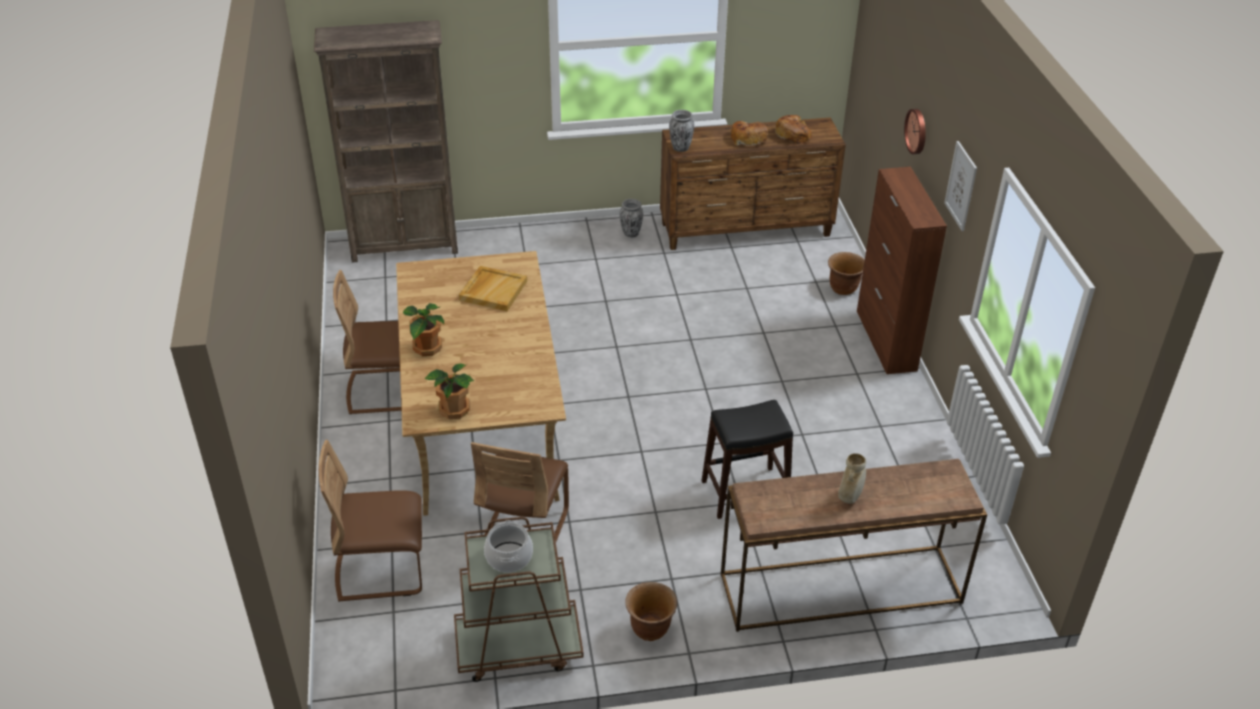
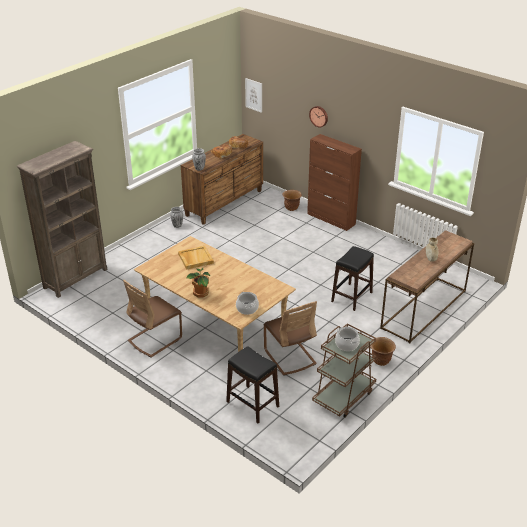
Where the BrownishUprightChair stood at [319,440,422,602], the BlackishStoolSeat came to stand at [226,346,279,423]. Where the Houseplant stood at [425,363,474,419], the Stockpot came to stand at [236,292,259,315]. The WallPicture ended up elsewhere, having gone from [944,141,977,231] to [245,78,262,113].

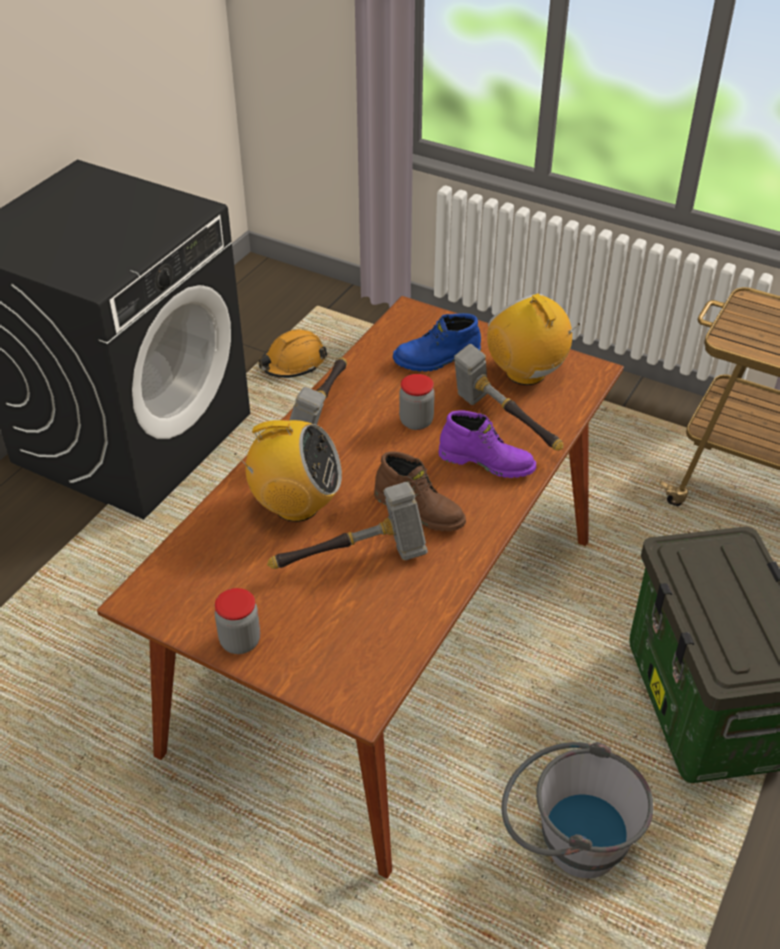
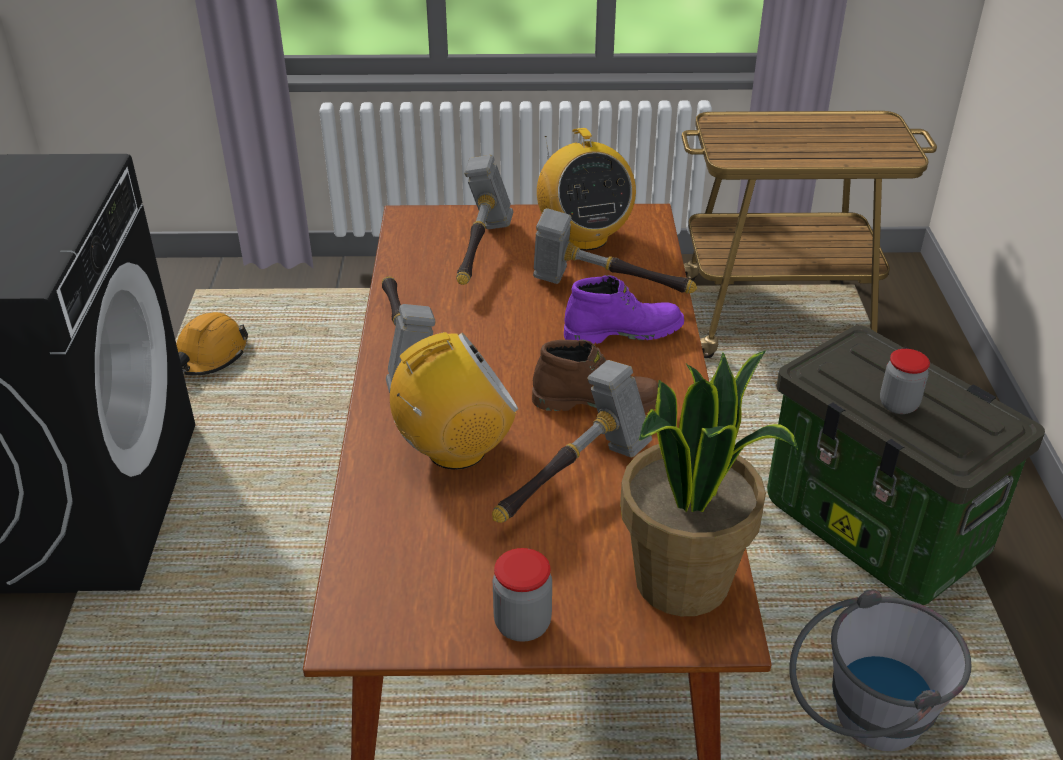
Where the BlueHighTopBoot stood at [393,313,481,372], the Hammer came to stand at [456,155,514,285]. The RadioSet at [487,294,580,385] ended up facing another way, 135 degrees counterclockwise from before. The second view gained the Houseplant at [620,350,798,616]. The StorageJar ended up elsewhere, having gone from [399,374,435,430] to [880,349,930,414].

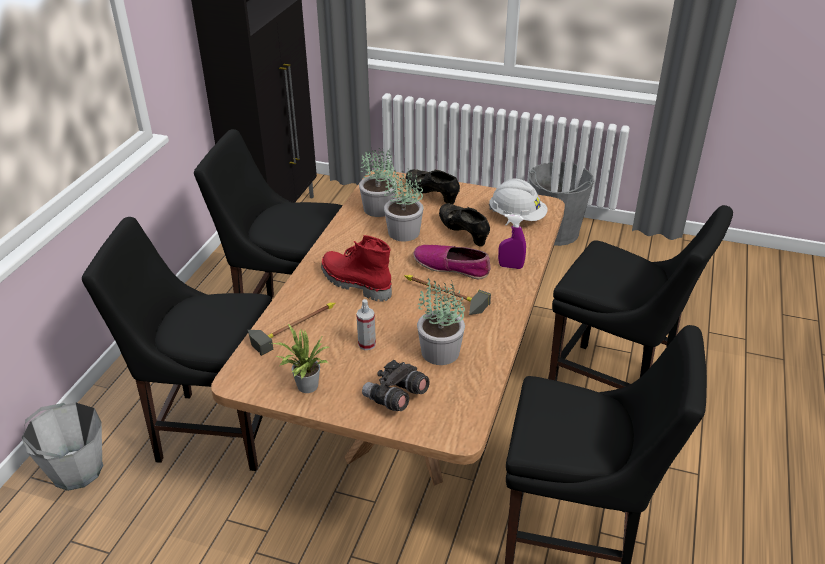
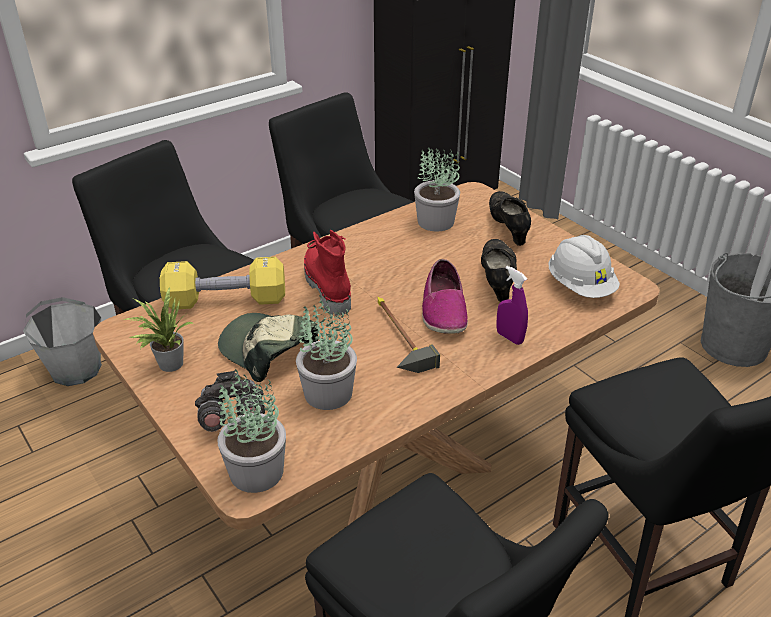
Where the Hammer stood at [248,303,335,356], the YellowColouredHandWeight came to stand at [160,257,285,310]. Where the HandSprayer stood at [356,299,376,350], the Cap came to stand at [218,313,319,382]. The Houseplant ended up elsewhere, having gone from [384,168,423,241] to [218,369,286,493]. The LowShoe at [414,245,491,279] ended up facing another way, 150 degrees counterclockwise from before.

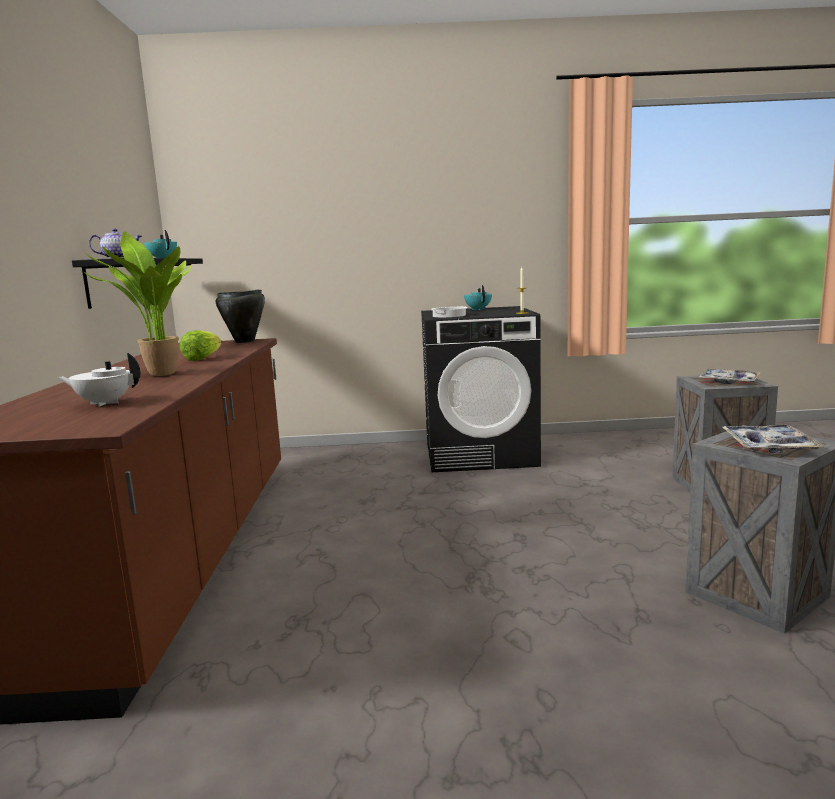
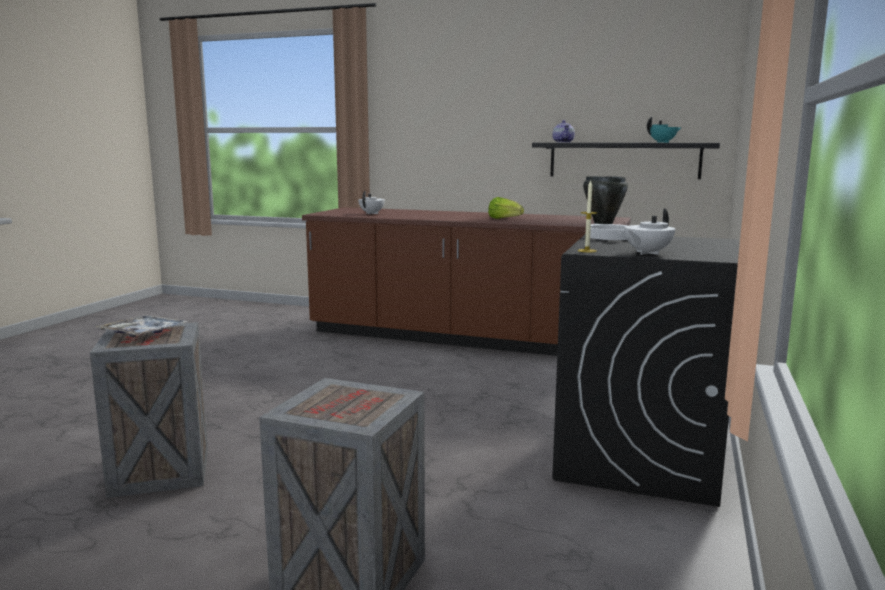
The second view gained the WhiteTeapot at [625,208,675,255]. The second view lost the Houseplant at [83,231,192,376]. The second view lost the BlueGreenTeapot at [464,285,492,310]. The second view lost the ServingTray at [699,369,760,384].

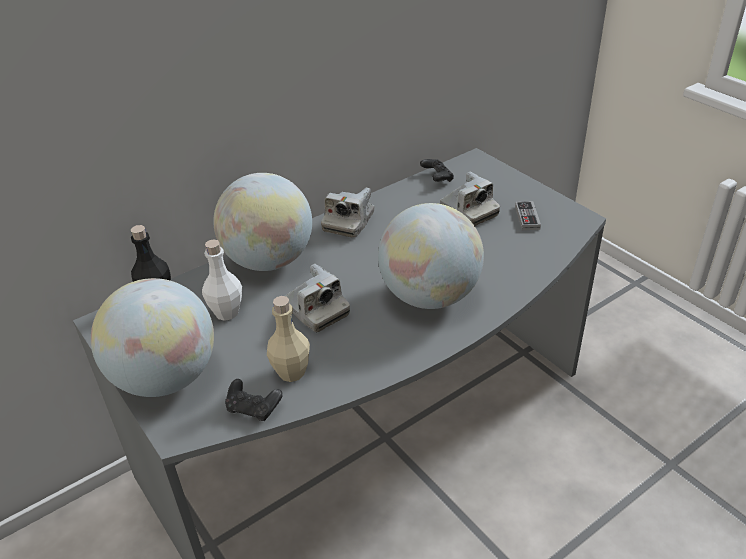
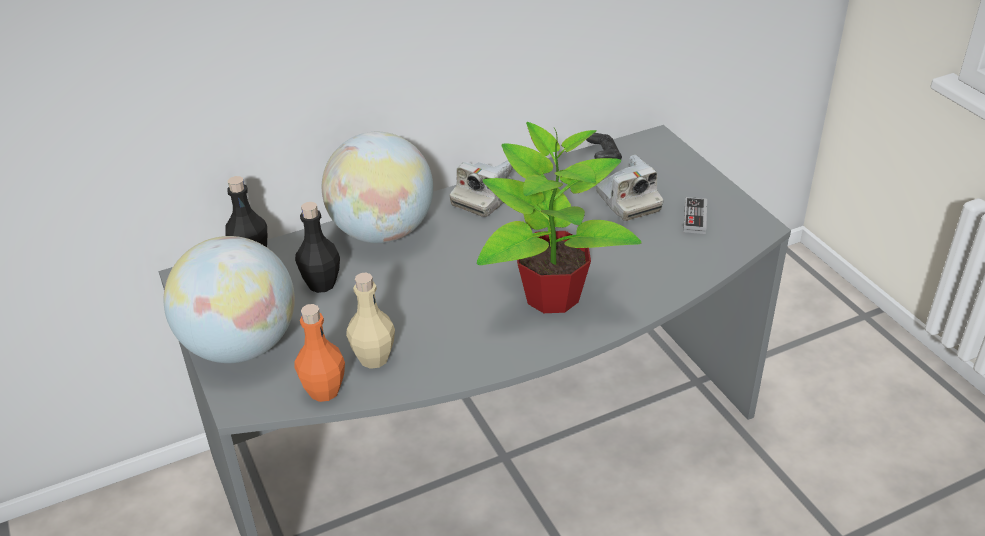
Where the BlackishGameController stood at [225,379,283,421], the OrangeyBottle came to stand at [294,304,345,402]. What was the WhiteBottle at [202,239,242,321] turned into the BlackishBottle at [295,202,340,293]. Where the Globe stood at [378,203,484,309], the Houseplant came to stand at [477,122,642,313]. The second view lost the PhotoCamera at [285,264,350,332].

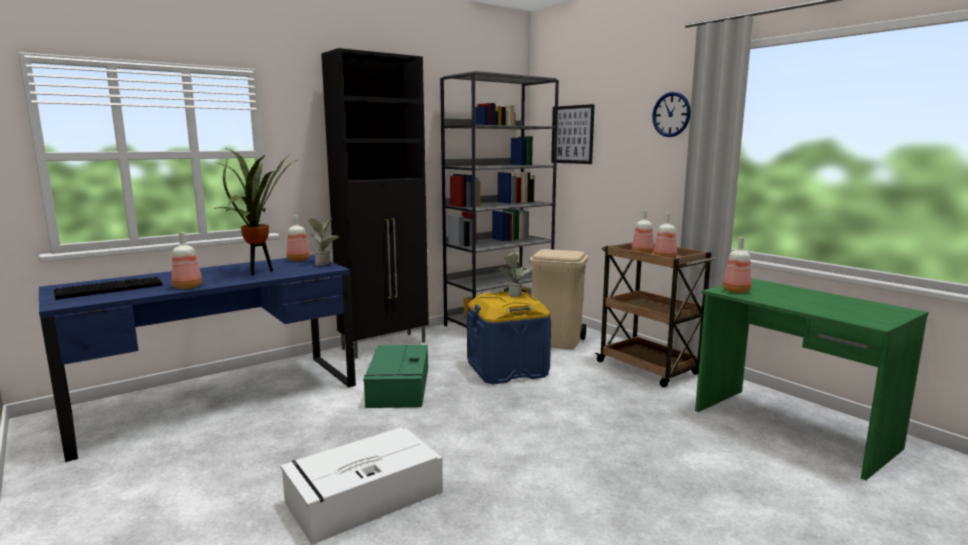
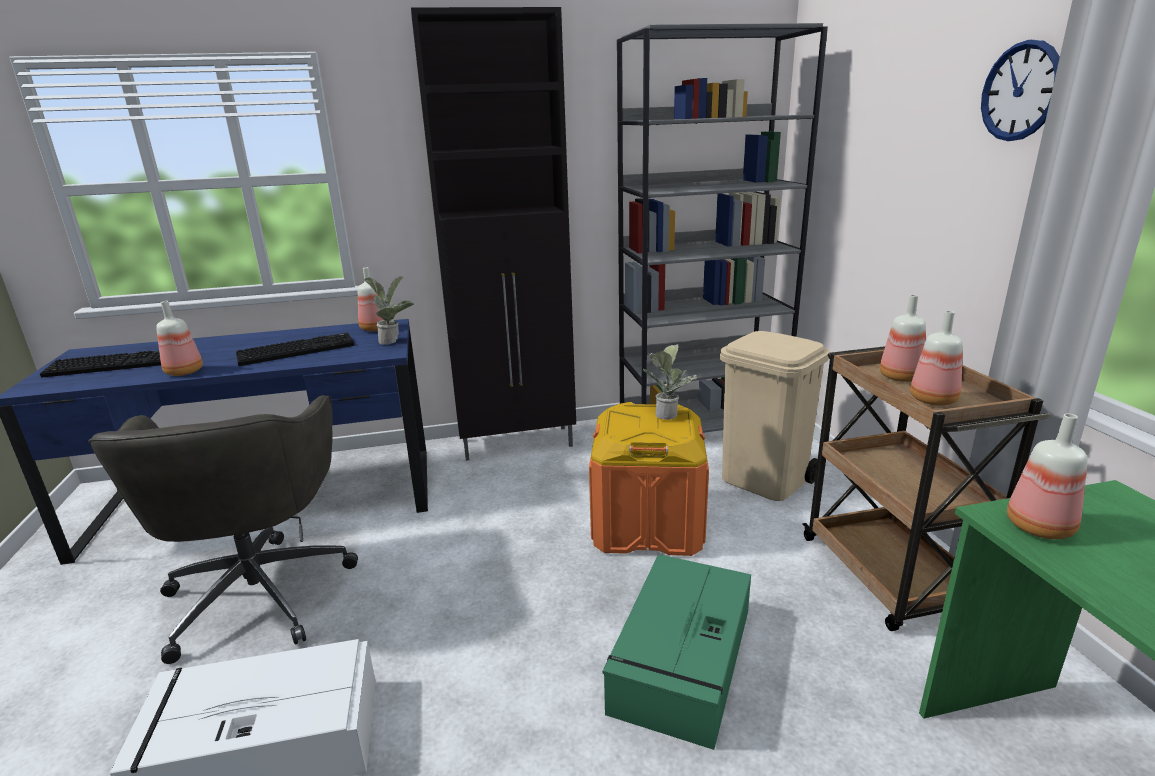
The second view gained the GrayOfficeChair at [88,395,358,664]. Where the Houseplant stood at [214,148,297,275], the PcKeyboard came to stand at [236,333,355,366]. What was the BlueStorageBox at [467,291,551,384] turned into the OrangeyStorageBox at [589,402,709,556]. The GreenishStorageBox ended up elsewhere, having gone from [363,345,428,408] to [602,555,751,750]. The second view lost the WallPicture at [551,104,595,164].

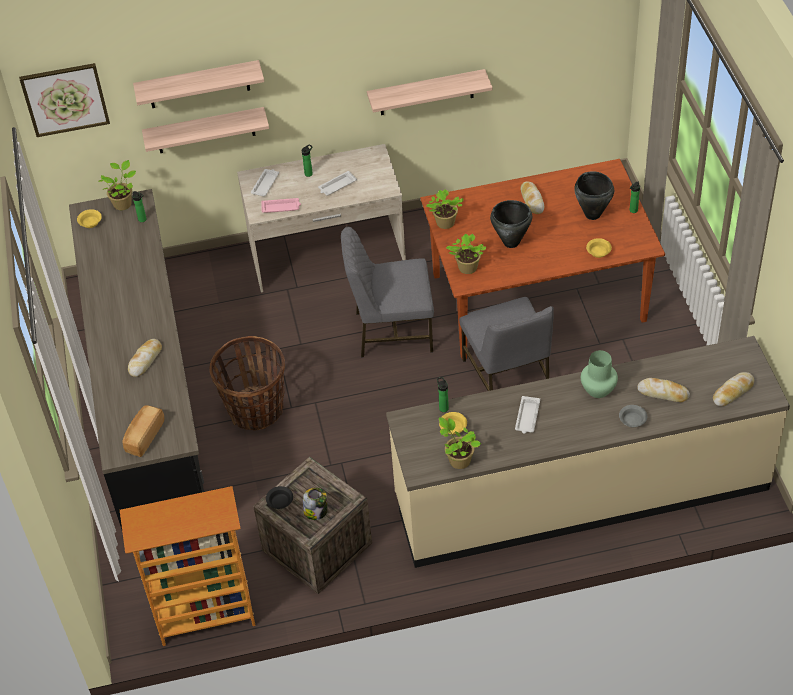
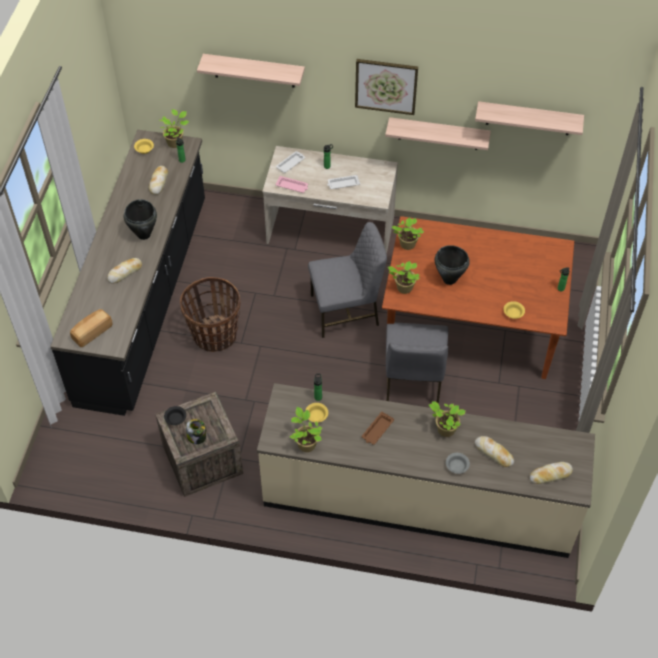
The BlackishStockpot ended up elsewhere, having gone from [574,171,614,220] to [124,199,157,240]. The BakedBread ended up elsewhere, having gone from [520,181,544,214] to [149,166,168,195]. The GrayUprightChair at [341,227,434,358] ended up facing another way, 150 degrees clockwise from before. The WallPicture ended up elsewhere, having gone from [19,63,110,137] to [355,59,418,115]. What was the WhiteServingTray at [515,396,540,434] turned into the BrownishServingTray at [362,412,394,445]. Where the GreenishVase stood at [581,350,618,398], the Houseplant came to stand at [429,402,466,437]. The Shelf ended up elsewhere, having gone from [142,107,269,153] to [475,101,584,135]. The second view lost the ShelvingUnit at [120,486,255,646].

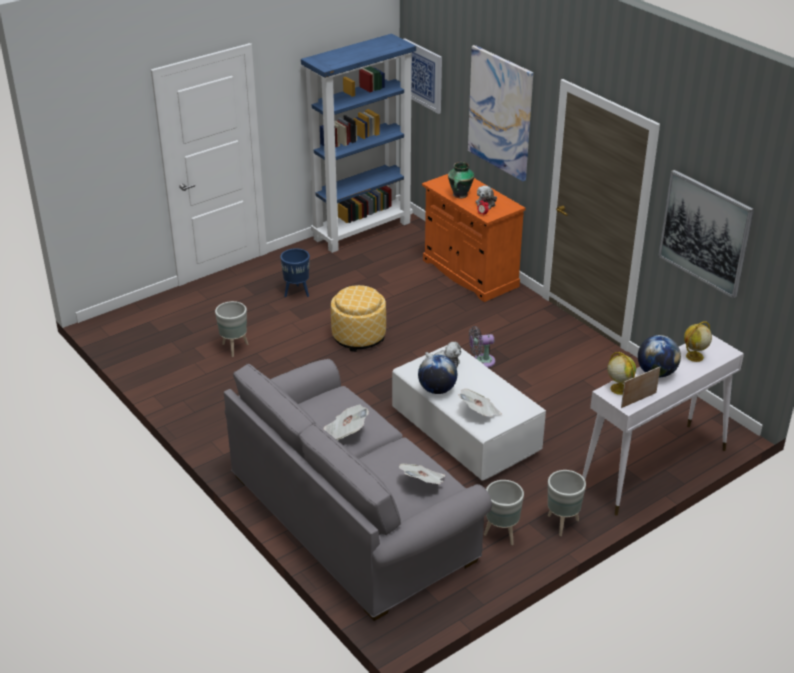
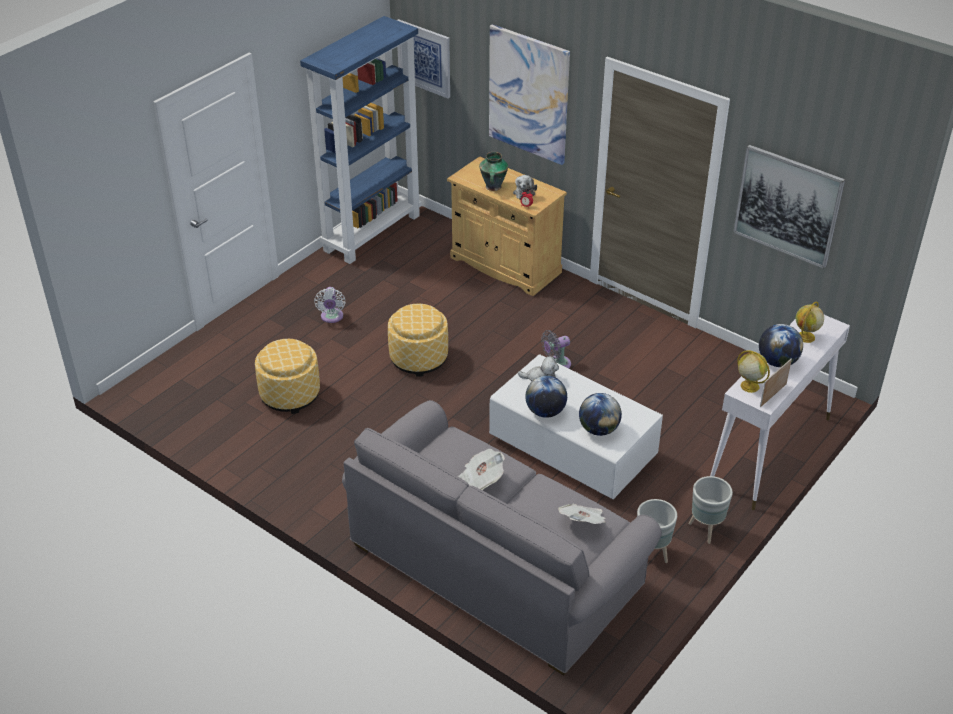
Where the GrayFlowerPot stood at [215,301,248,357], the Ottoman came to stand at [255,339,320,414]. Where the BlueFlowerPot stood at [280,248,310,297], the WhiteFan came to stand at [314,287,345,323]. What was the OrangeyStorageCabinet at [422,174,526,302] turned into the SandColouredStorageCabinet at [447,156,567,296]. Where the Newspaper stood at [458,389,502,417], the Globe came to stand at [579,393,622,436].

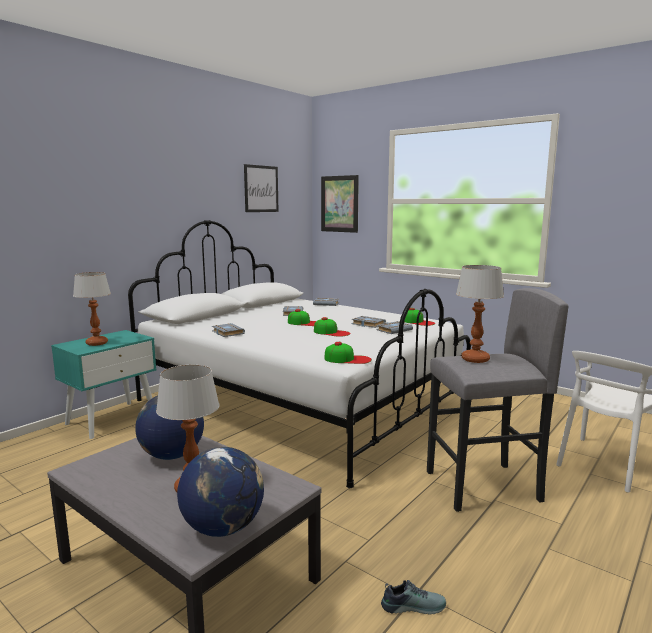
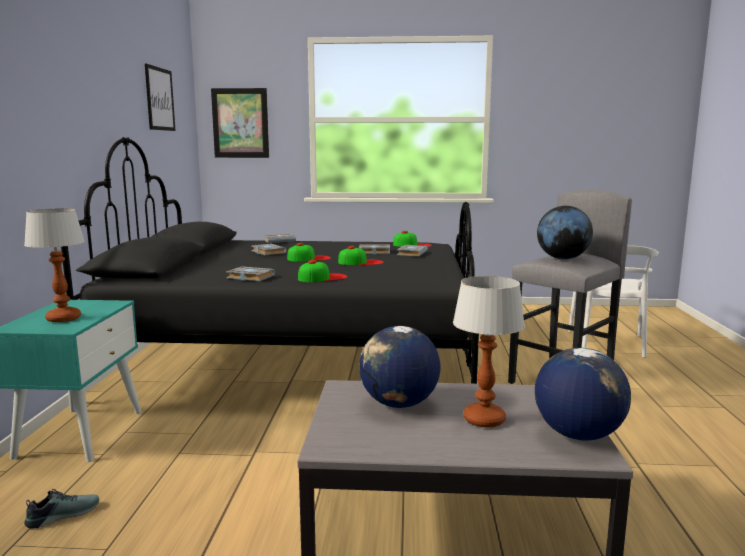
The LowShoe ended up elsewhere, having gone from [381,580,446,615] to [24,489,99,529]. What was the WhiteBed at [128,220,471,488] turned into the BlackishBed at [61,137,479,384]. The Cap ended up elsewhere, having gone from [325,342,372,364] to [298,260,347,282]. Where the LampForATable stood at [456,265,504,363], the Globe came to stand at [537,206,593,259].

